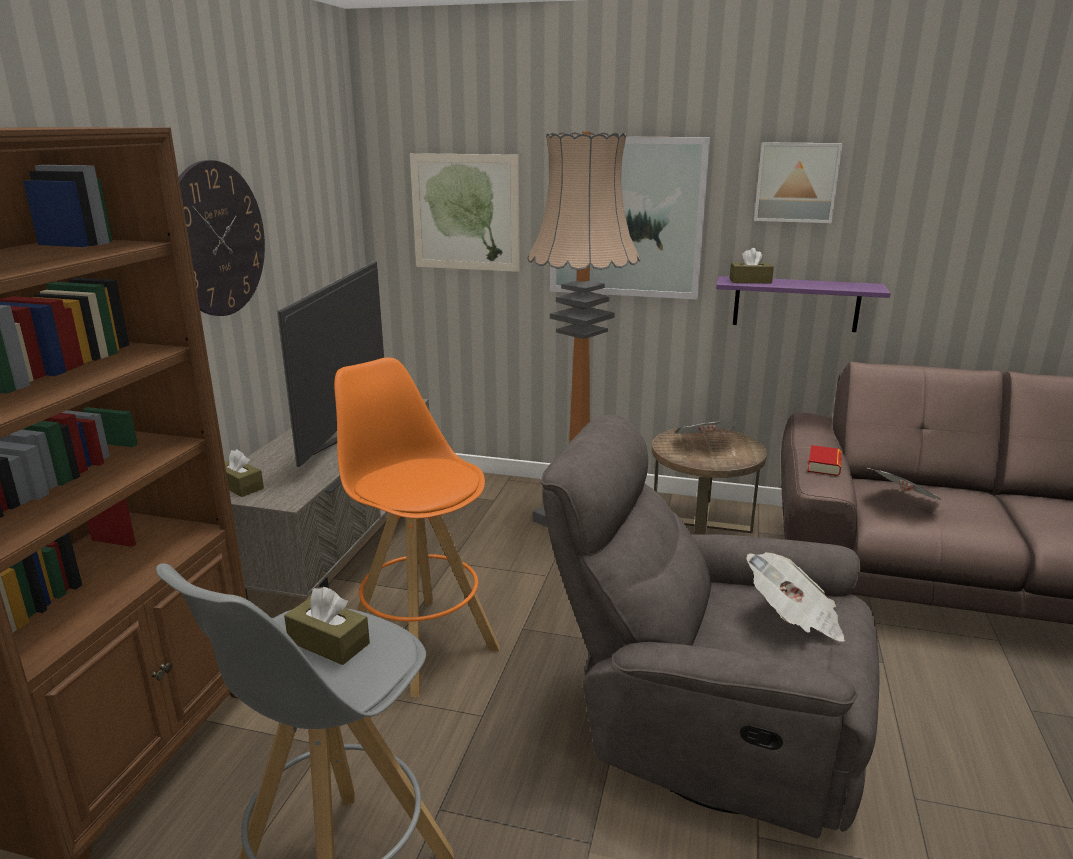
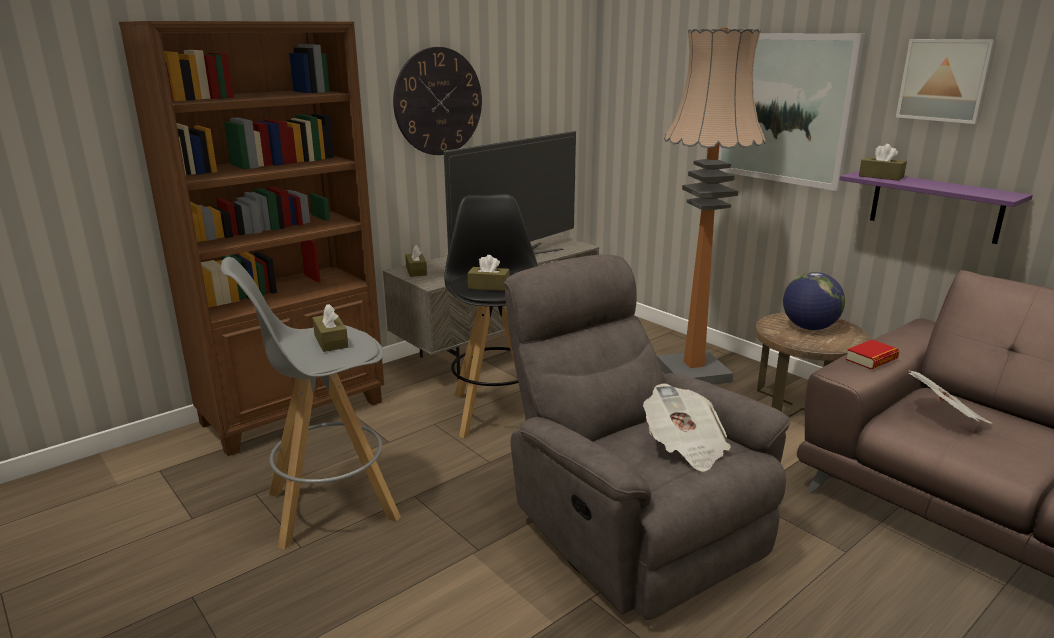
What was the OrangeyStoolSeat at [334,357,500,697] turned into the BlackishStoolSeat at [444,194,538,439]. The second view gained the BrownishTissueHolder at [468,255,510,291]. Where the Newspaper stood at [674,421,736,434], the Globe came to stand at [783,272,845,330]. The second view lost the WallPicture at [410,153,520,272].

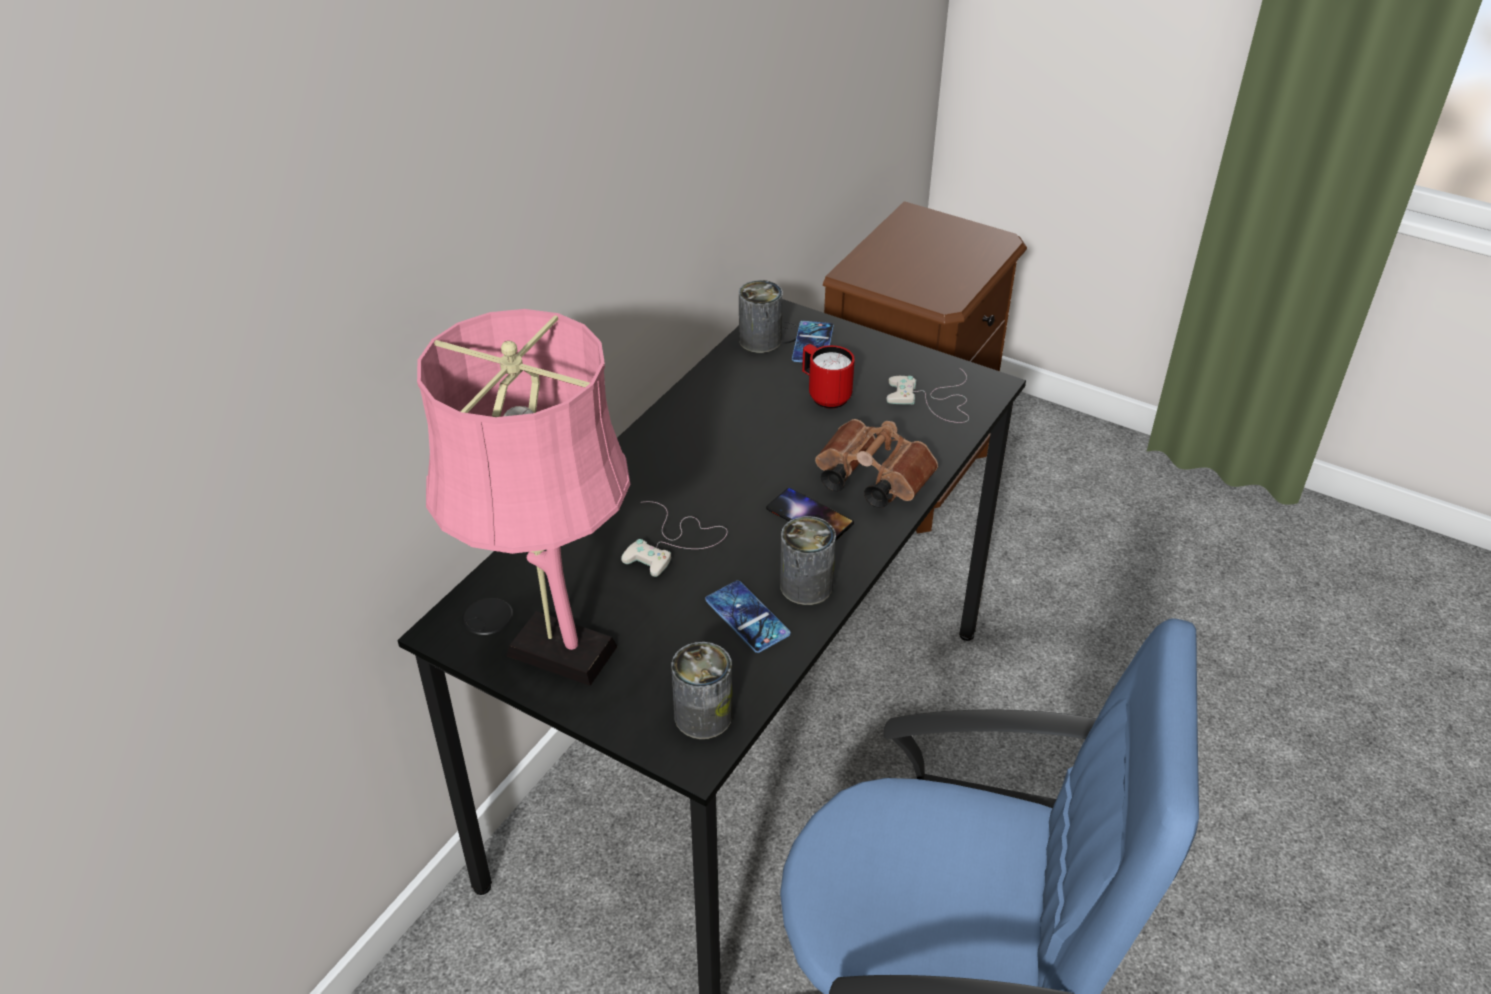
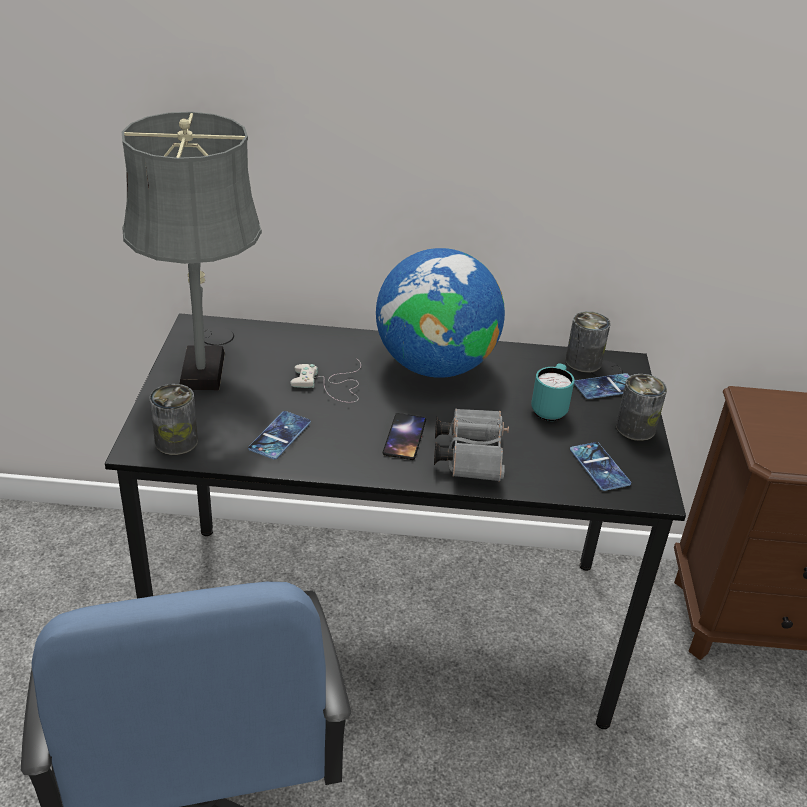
What was the PinkLampForATable at [417,309,630,686] turned into the GrayLampForATable at [122,112,262,390]. The second view gained the Globe at [376,248,505,378]. What was the BrownishFieldGlasses at [815,419,938,508] turned into the GrayFieldGlasses at [434,409,509,482]. What was the RedTeaMug at [802,344,855,409] turned into the BlueGreenTeaMug at [531,364,575,421]. Where the WhiteGameController stood at [886,368,969,423], the Telephone came to stand at [570,442,631,491]. The SealedCan ended up elsewhere, having gone from [780,516,836,605] to [616,374,667,441].

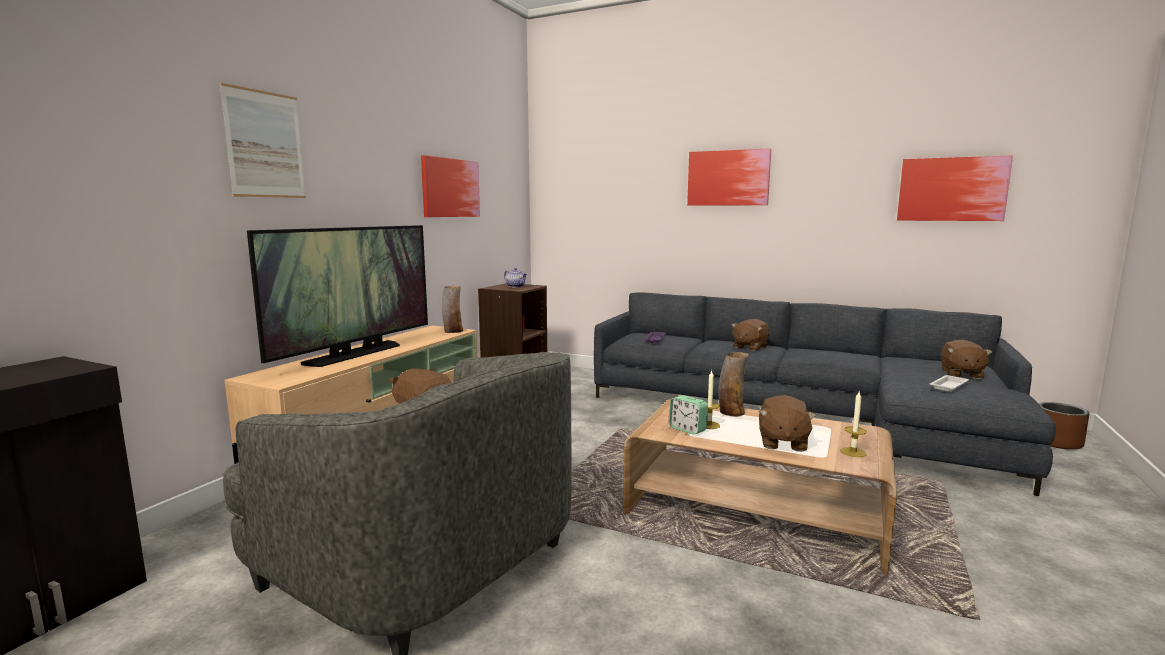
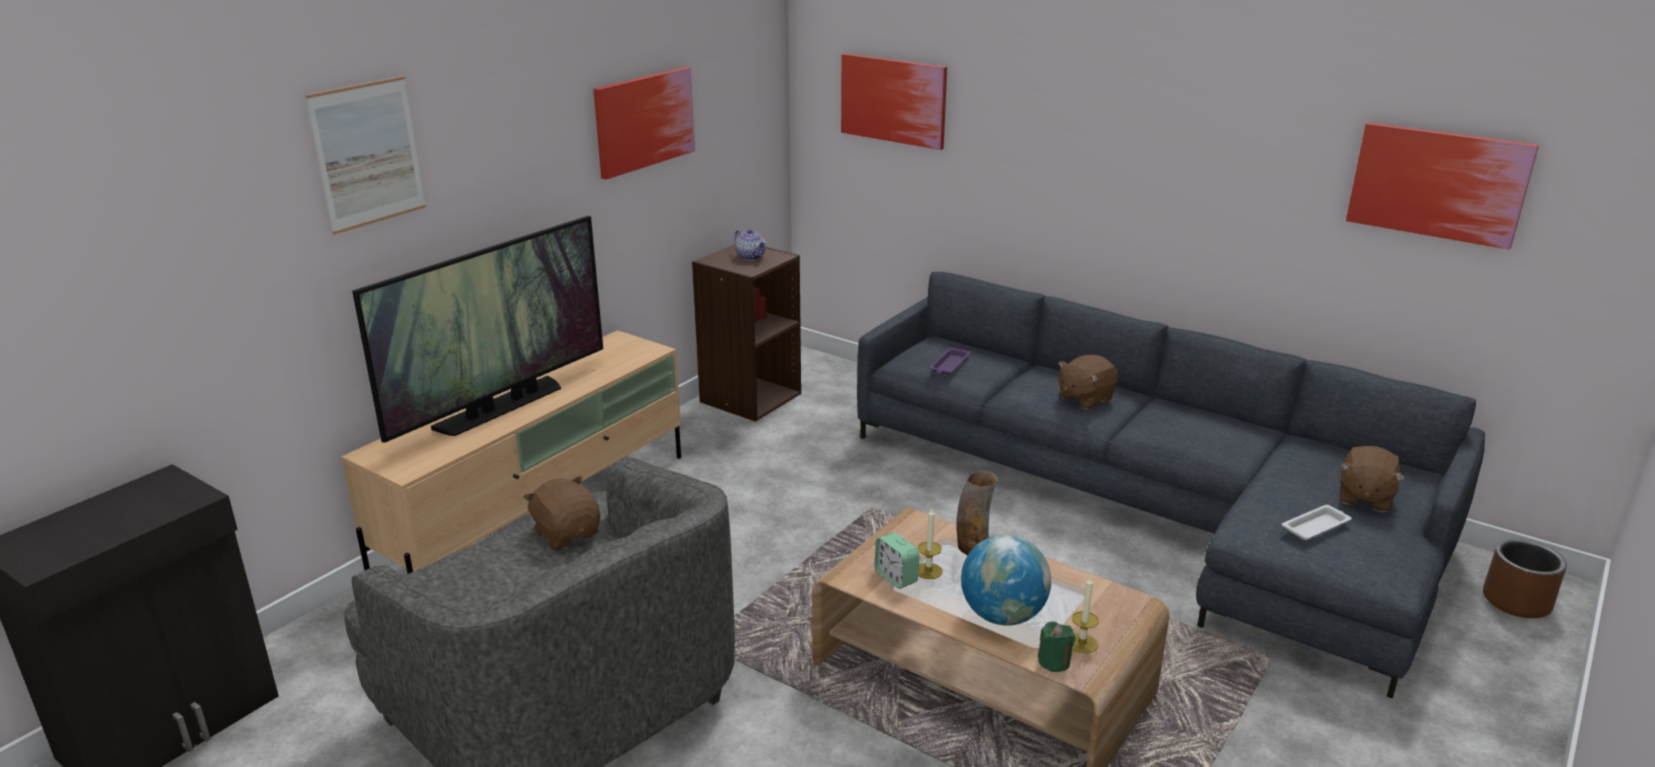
The WallPicture ended up elsewhere, having gone from [687,148,771,206] to [841,53,947,150]. Where the BrownishPlushToy stood at [759,395,816,452], the Globe came to stand at [961,535,1051,626]. The second view gained the GreenishWaxLight at [1038,621,1075,672]. The second view lost the Vase at [442,286,463,333].

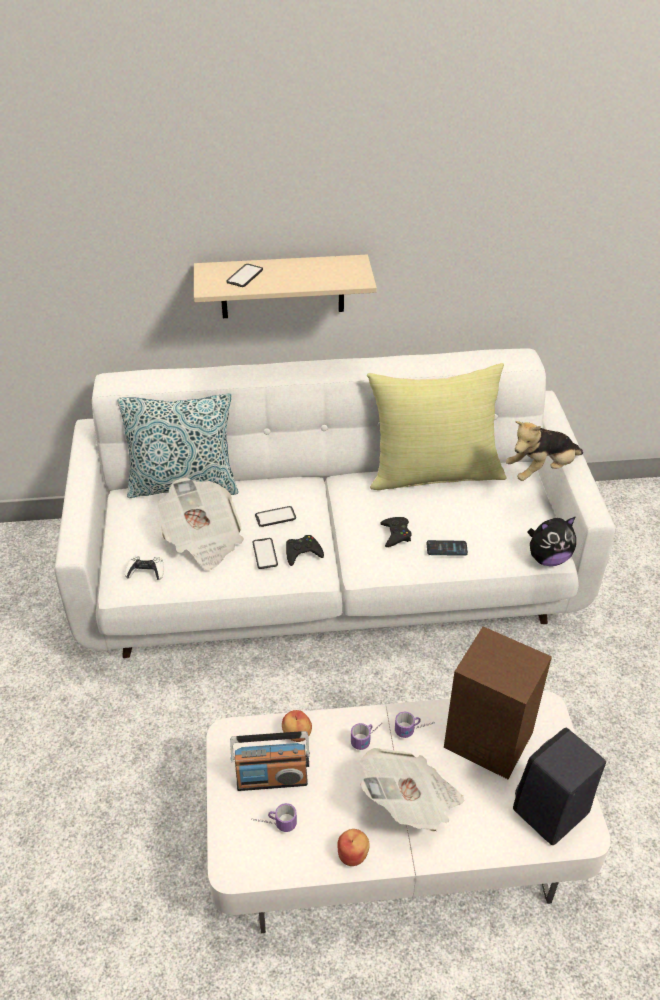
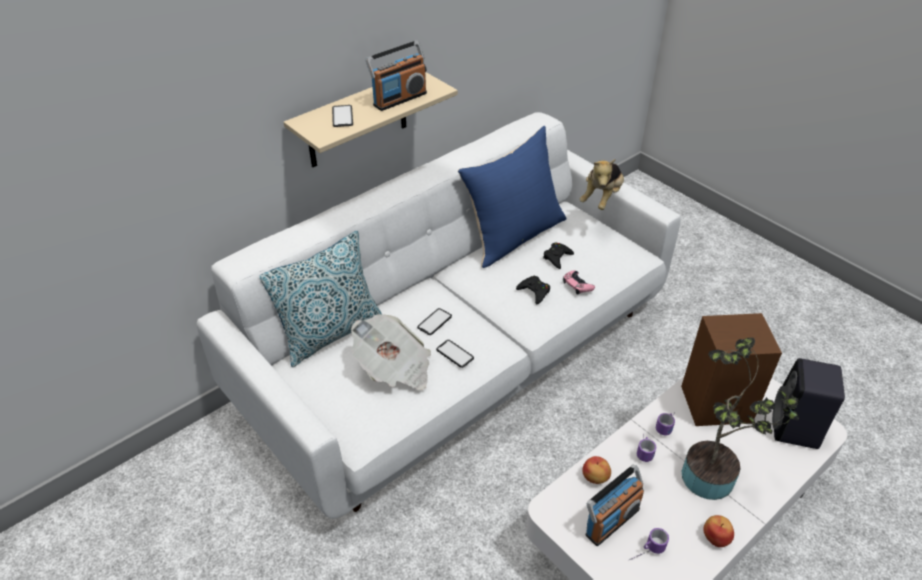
The second view gained the RadioSet at [365,40,427,111]. What was the YellowColouredThrowPillow at [367,363,507,490] turned into the BlueThrowPillow at [458,126,567,268]. The BlackishGameController ended up elsewhere, having gone from [286,535,324,566] to [543,243,574,269]. Where the Telephone stood at [427,540,468,556], the PinkGameController came to stand at [563,271,595,295]. Where the Newspaper stood at [360,748,464,832], the Houseplant came to stand at [682,337,799,500]. The second view lost the WhiteGameController at [125,556,164,580]. The second view lost the PlushToy at [527,516,576,566].

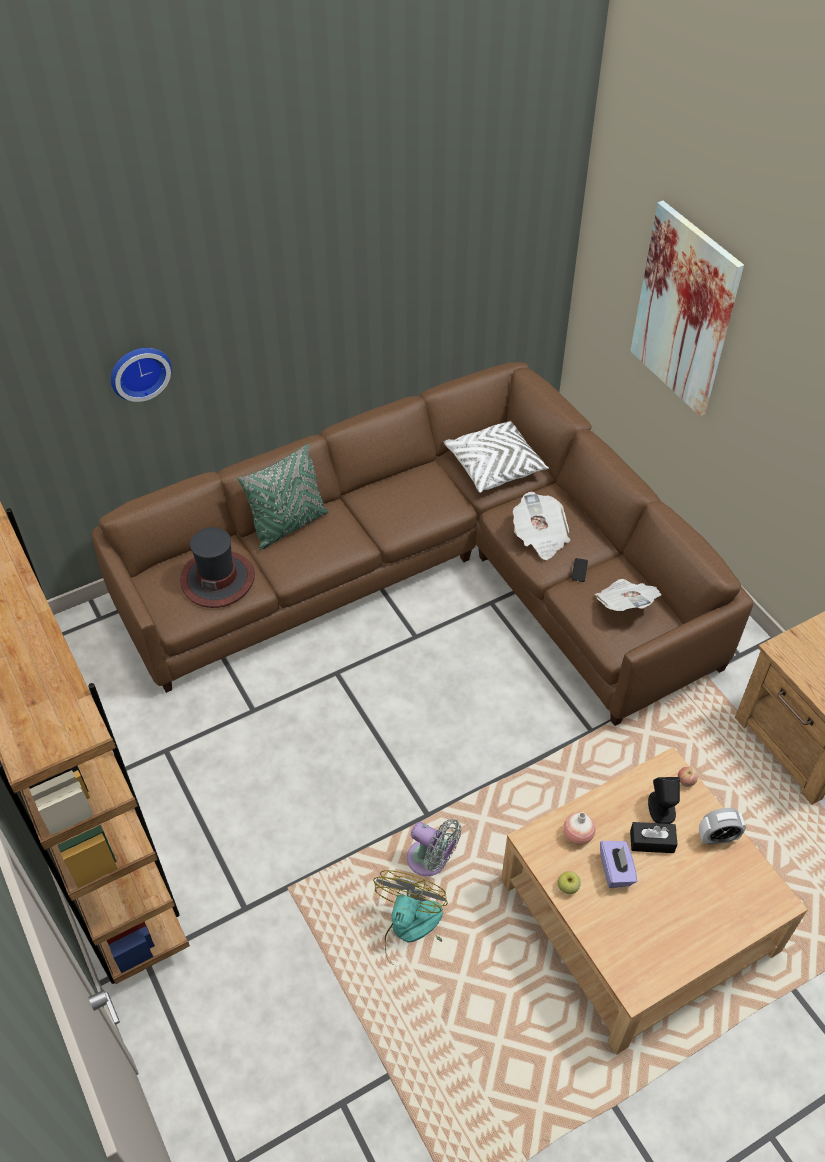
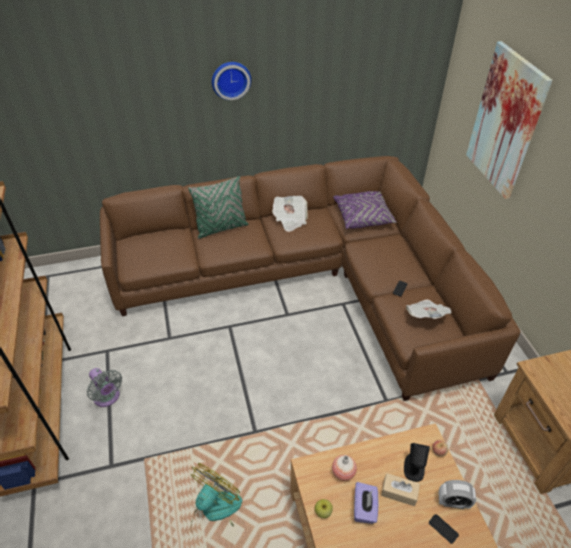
The GrayFan ended up elsewhere, having gone from [407,819,462,876] to [87,368,122,407]. The HangingClock ended up elsewhere, having gone from [111,348,172,402] to [212,62,251,100]. The Newspaper ended up elsewhere, having gone from [513,492,570,560] to [272,196,308,232]. What was the WhiteThrowPillow at [444,421,549,493] turned into the PurpleColouredThrowPillow at [333,191,397,229]. What was the BlackishTissueHolder at [630,822,678,853] turned into the SandColouredTissueHolder at [381,473,420,506]. The second view gained the Telephone at [429,514,459,544]. The second view lost the ClothingHat at [180,527,255,608].

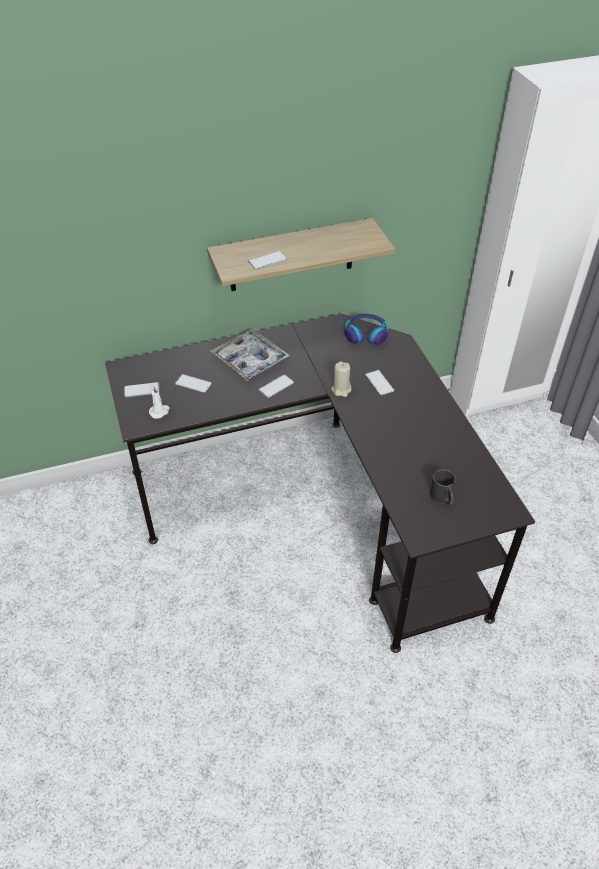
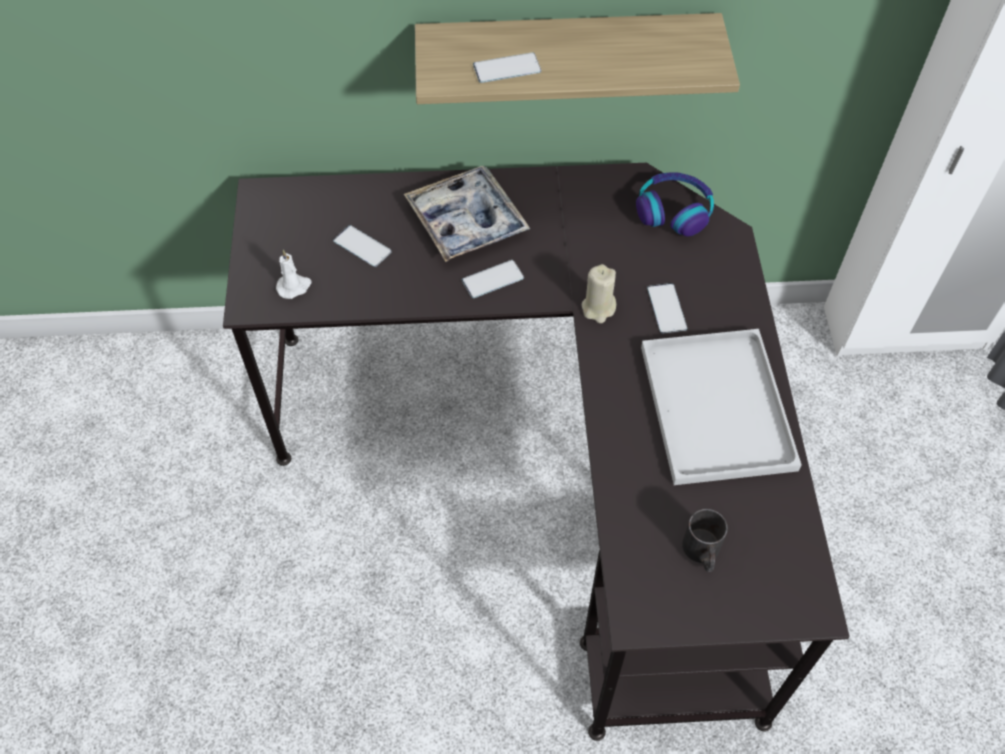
The second view gained the WhiteServingTray at [641,329,802,485]. The second view lost the Telephone at [124,382,160,397].

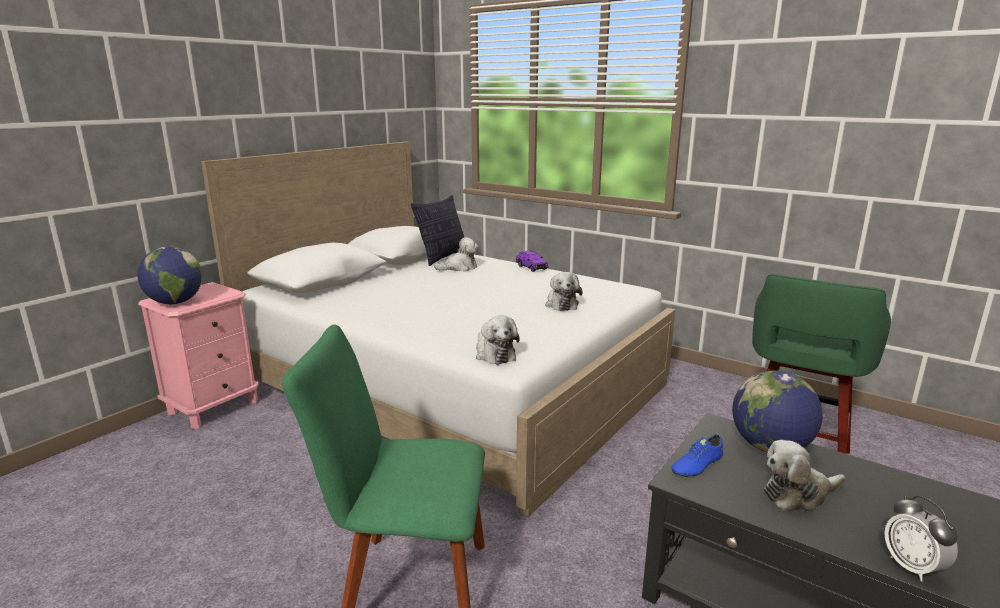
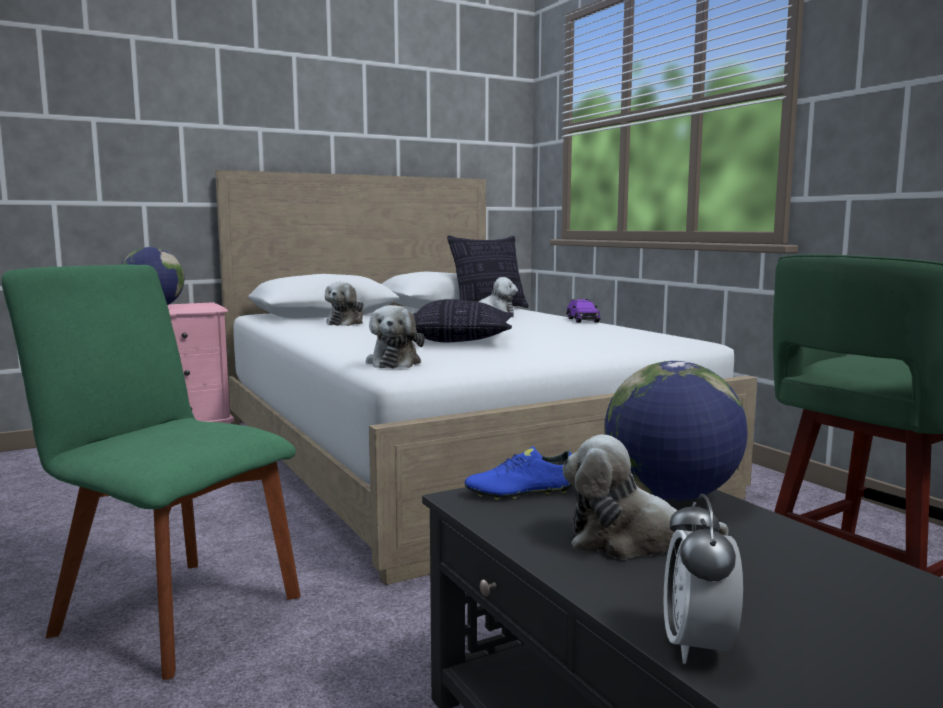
The PlushToy ended up elsewhere, having gone from [545,272,583,311] to [325,282,364,326]. The second view gained the ThrowPillow at [413,299,513,342].

